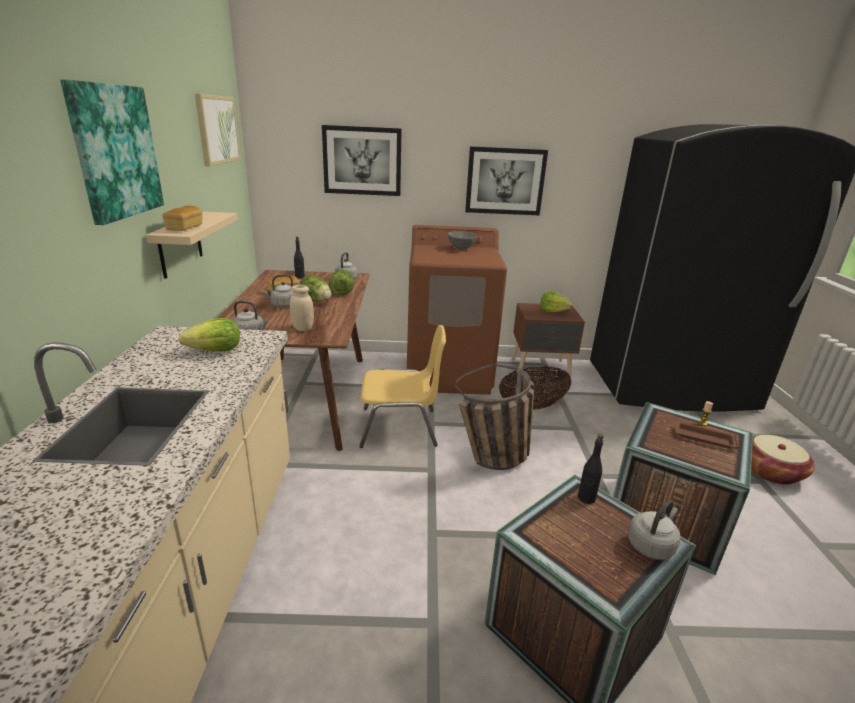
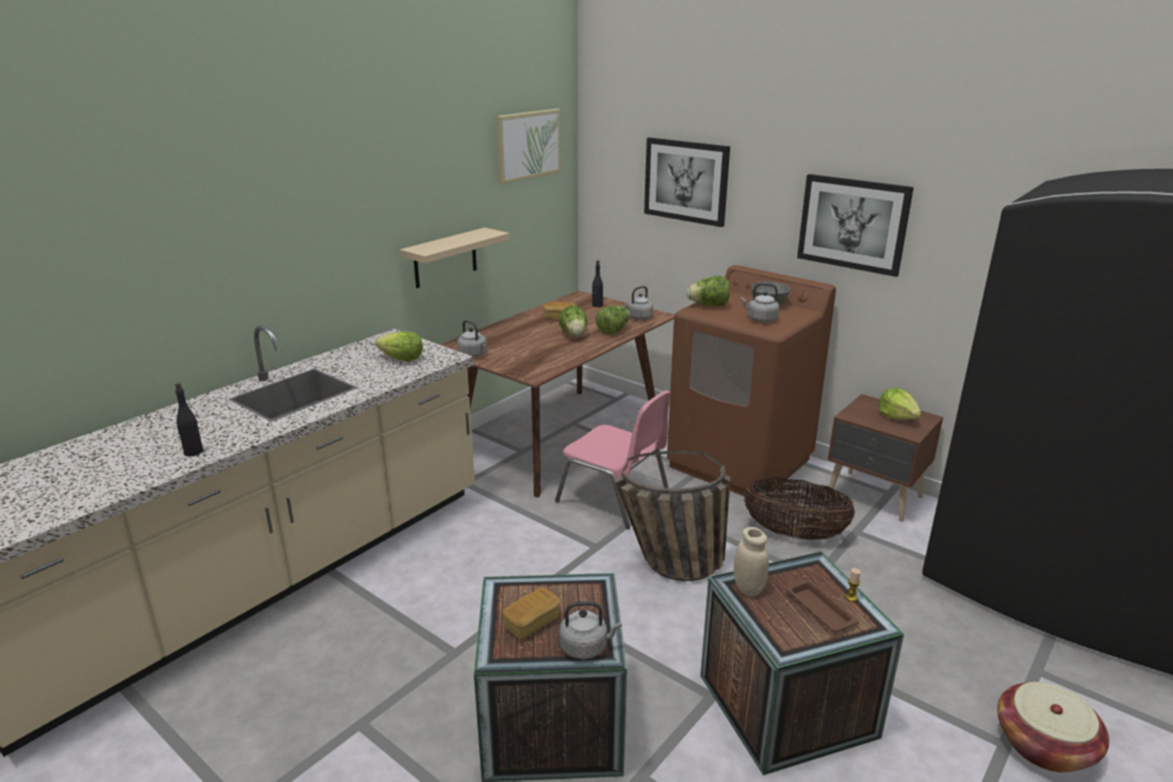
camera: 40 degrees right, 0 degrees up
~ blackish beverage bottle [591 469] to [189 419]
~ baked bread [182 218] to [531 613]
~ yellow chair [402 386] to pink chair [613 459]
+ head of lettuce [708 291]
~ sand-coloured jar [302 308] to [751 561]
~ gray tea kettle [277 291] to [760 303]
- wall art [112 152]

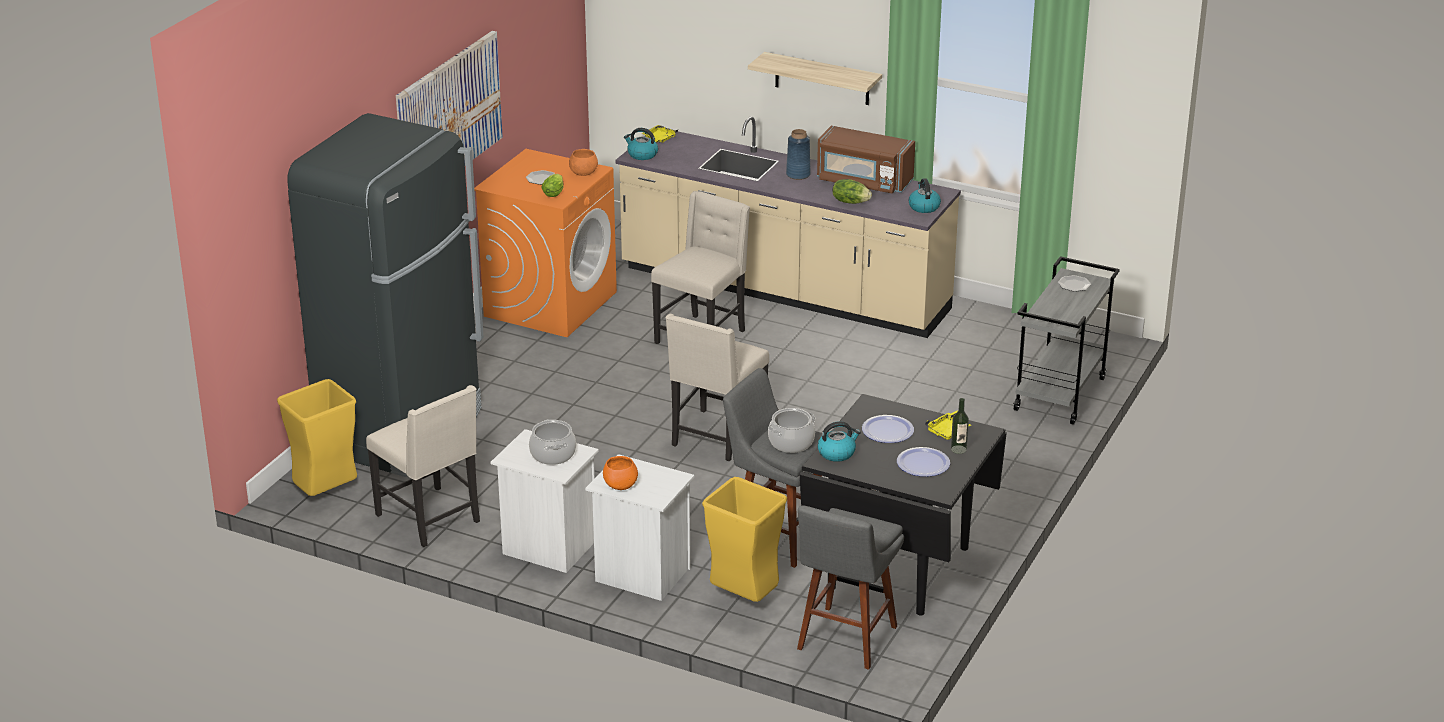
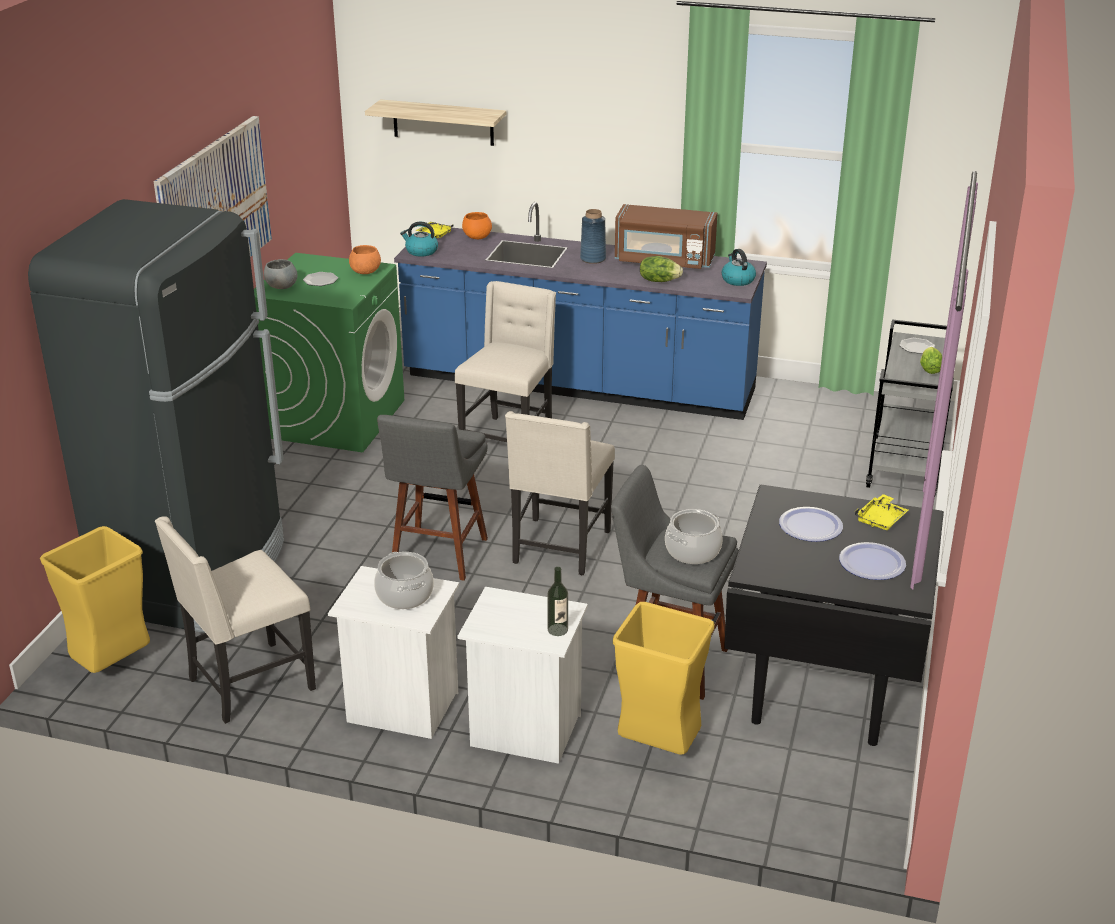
camera: 10 degrees left, 0 degrees up
~ sand-coloured chair [423 466] = [235 620] 105 degrees clockwise
~ orangey laundry appliance [545 243] to greenish laundry appliance [329 352]
+ gray serving bowl [280 274]
~ shelf [815 78] to [435 122]
~ gray stool [850 587] to [432 498]
~ sand-coloured kitchen counter [788 227] to blue kitchen counter [580 311]
~ orangey serving bowl [620 473] to [477 225]
~ beverage bottle [960 426] to [557 601]
~ head of lettuce [552 185] to [931 360]
- tea kettle [839 441]

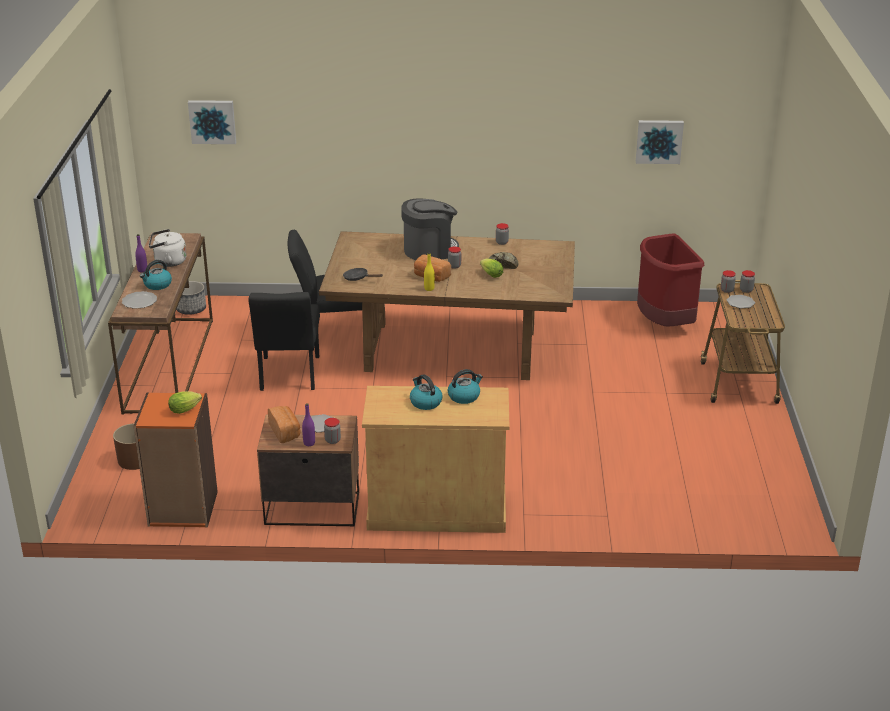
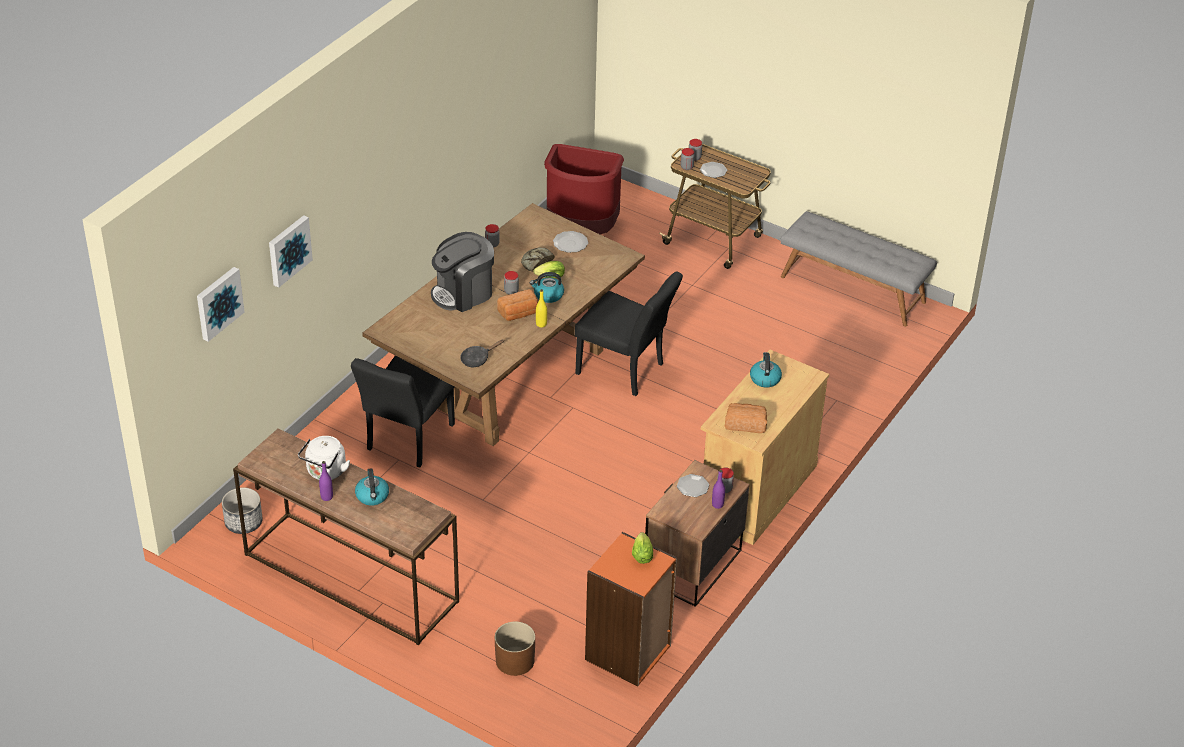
camera: 60 degrees left, 10 degrees up
~ wall art [660 142] to [291 251]
~ coffee machine [430 229] = [462 272] 135 degrees counterclockwise
~ tea kettle [426 392] to [547 287]
~ plate [139 300] to [570 242]
~ blackish chair [284 341] to [628 334]
~ baked bread [284 424] to [745 418]
+ gray indoor bench [858 269]

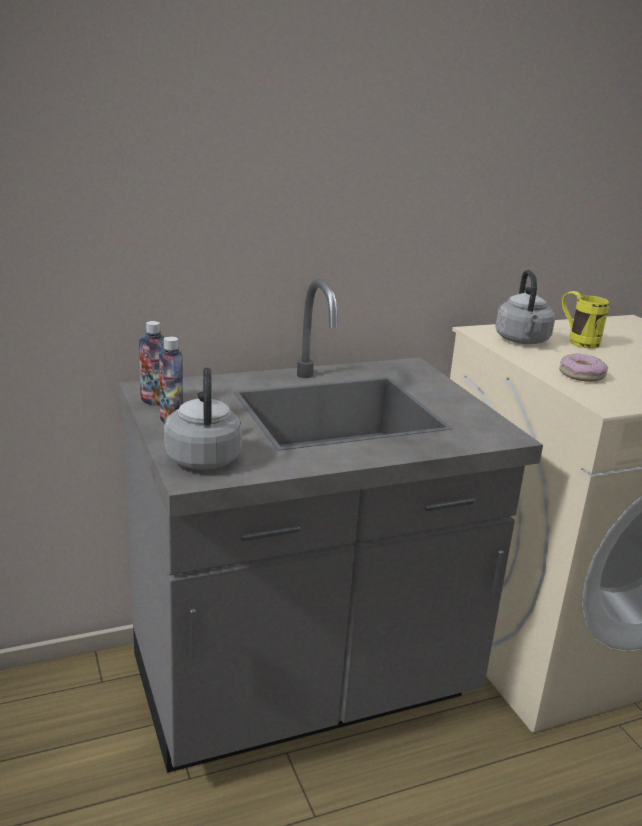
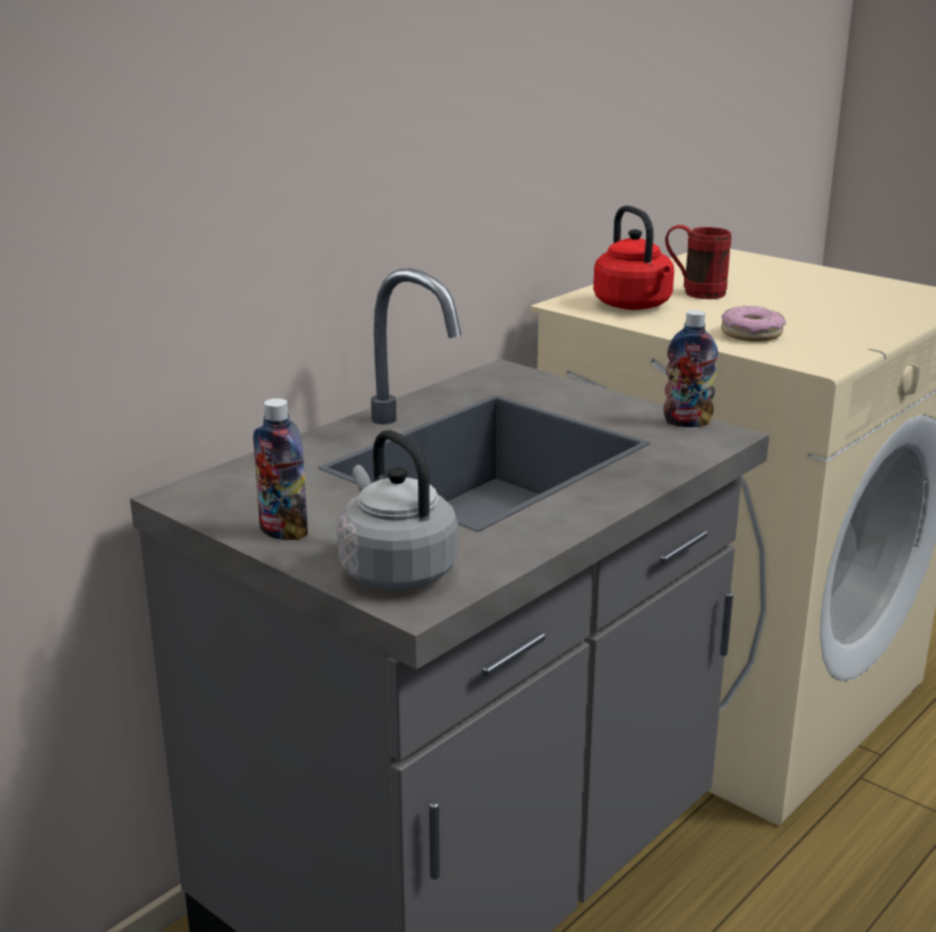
camera: 25 degrees left, 0 degrees up
~ gray tea kettle [525 307] to red tea kettle [633 257]
~ beverage bottle [152 363] to [690 368]
~ yellow coffee mug [585 320] to red coffee mug [698 262]

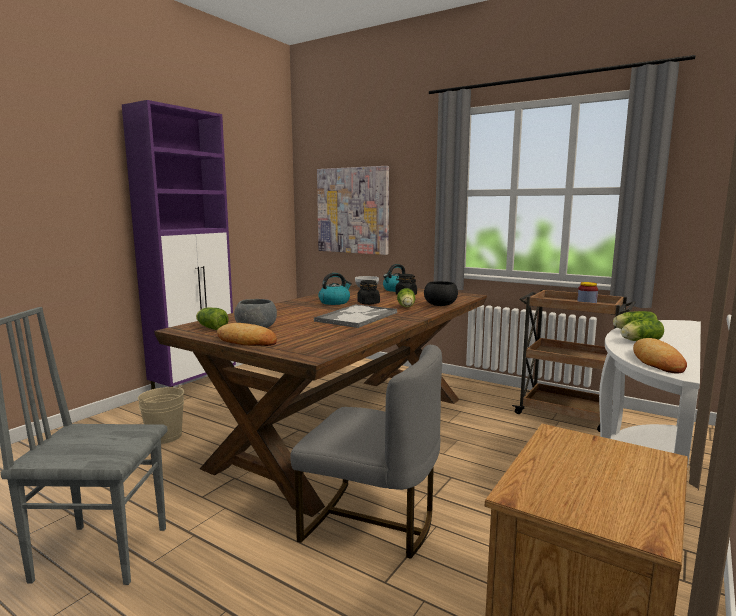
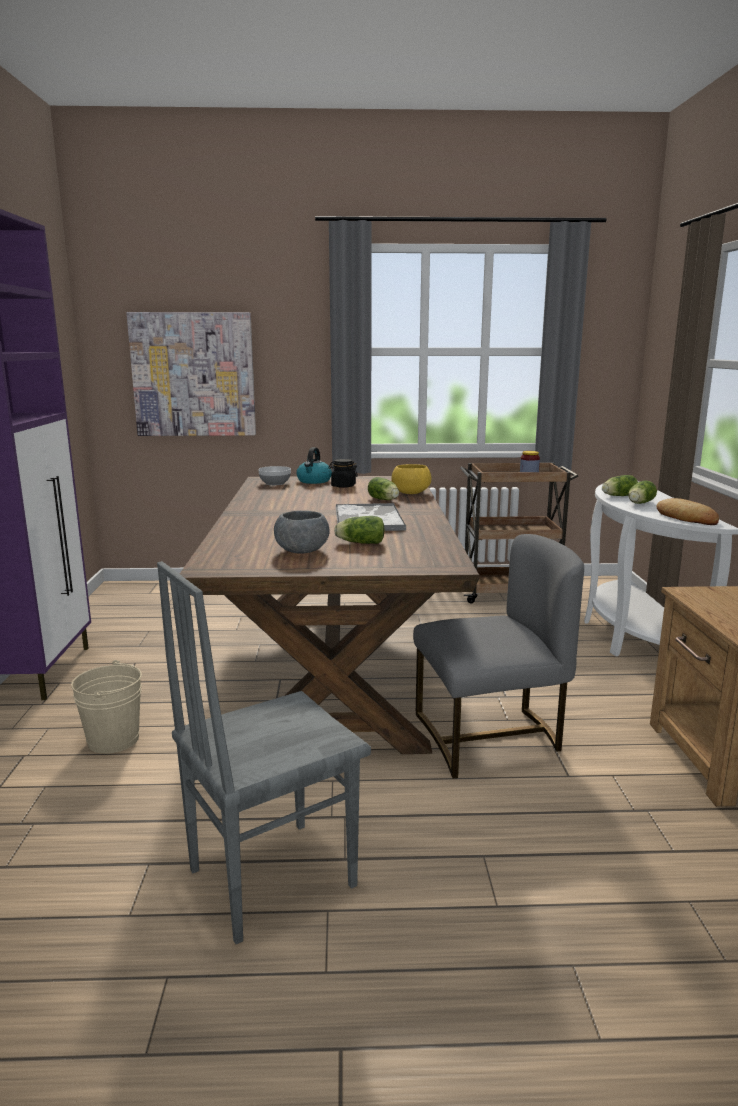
camera: 35 degrees left, 5 degrees up
~ head of lettuce [212 319] to [359 530]
~ blackish serving bowl [441 293] to yellow serving bowl [411 479]
- baked bread [247 334]
- tea kettle [335 289]
- blackish jar [368 292]

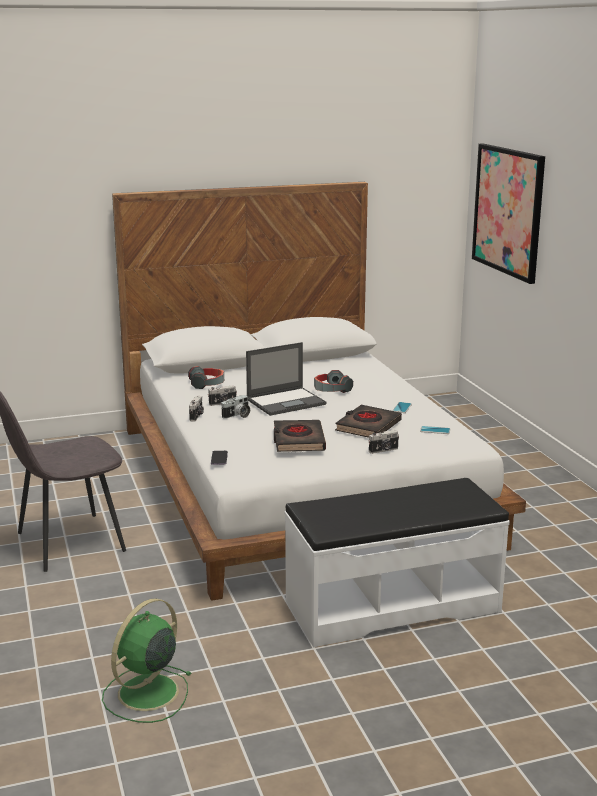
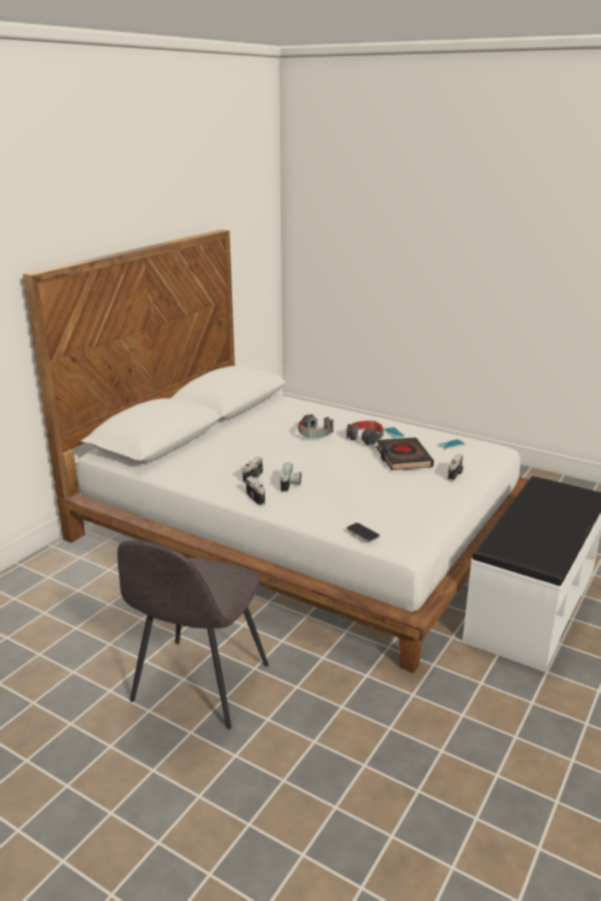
camera: 40 degrees left, 5 degrees up
~ pair of headphones [206 377] to [365 432]
- greenish cooling fan [147 660]
- laptop [286 379]
- blackish book [300 436]
- wall art [508 213]

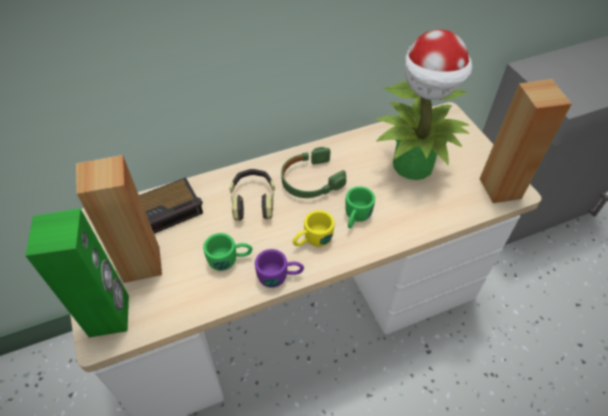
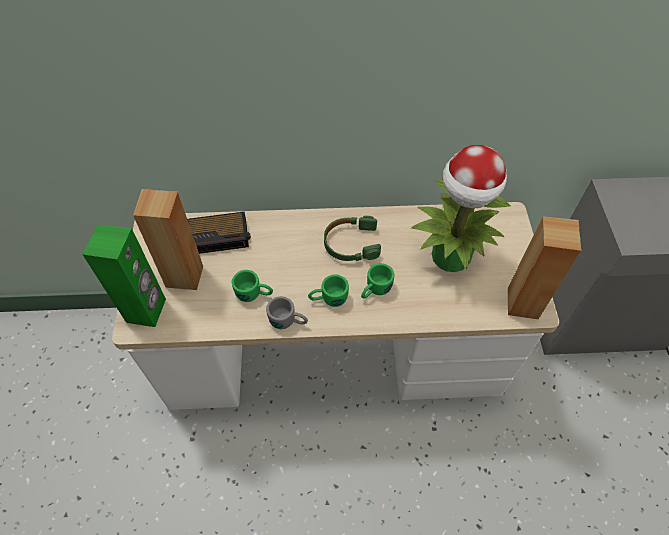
camera: 20 degrees right, 5 degrees up
~ purple-coloured coffee mug [279 268] to gray coffee mug [287 312]
~ yellow coffee mug [313 228] to greenish coffee mug [328 290]
- pair of headphones [252 195]

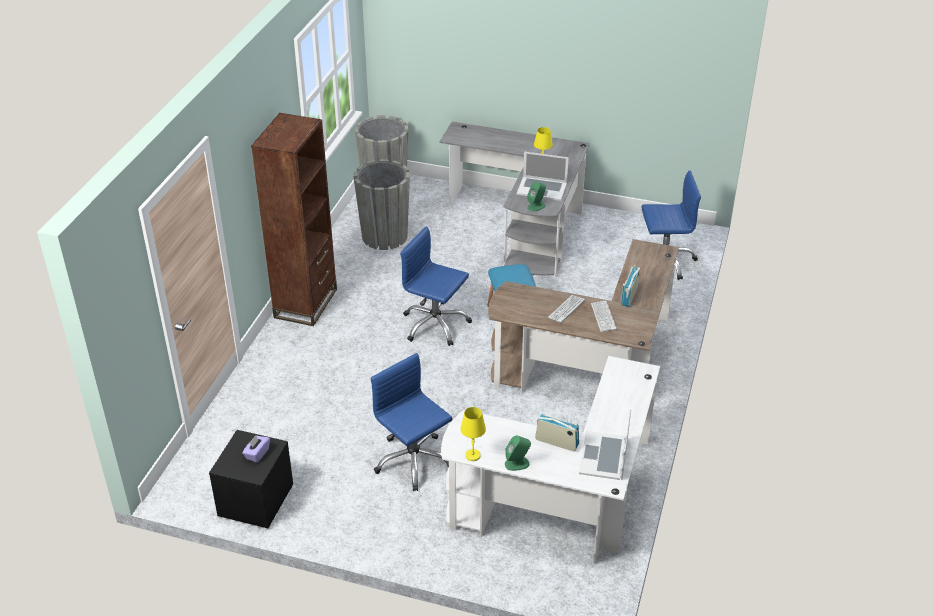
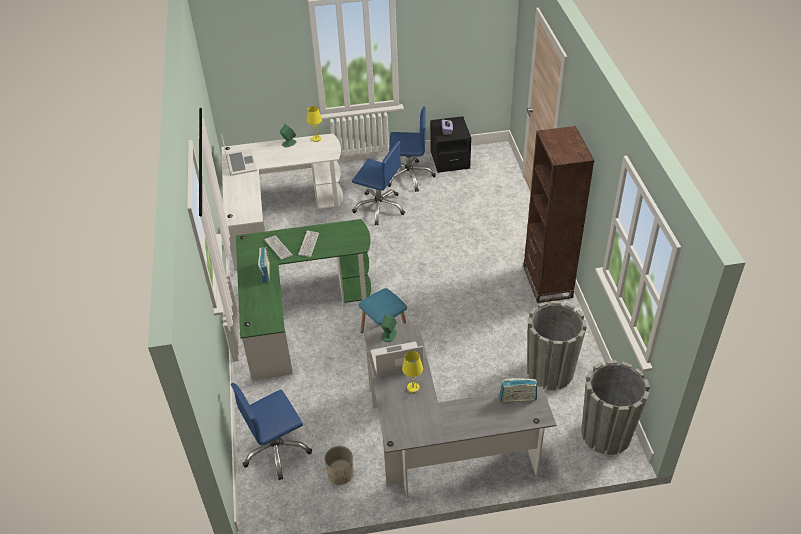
camera: 155 degrees right, 5 degrees up
~ brown-coloured desk [583 316] to greenish desk [303 299]
+ sand-coloured planter [339 465]
~ blue office chair [436 286] to [411 149]
~ radio receiver [557 432] to [518 390]

